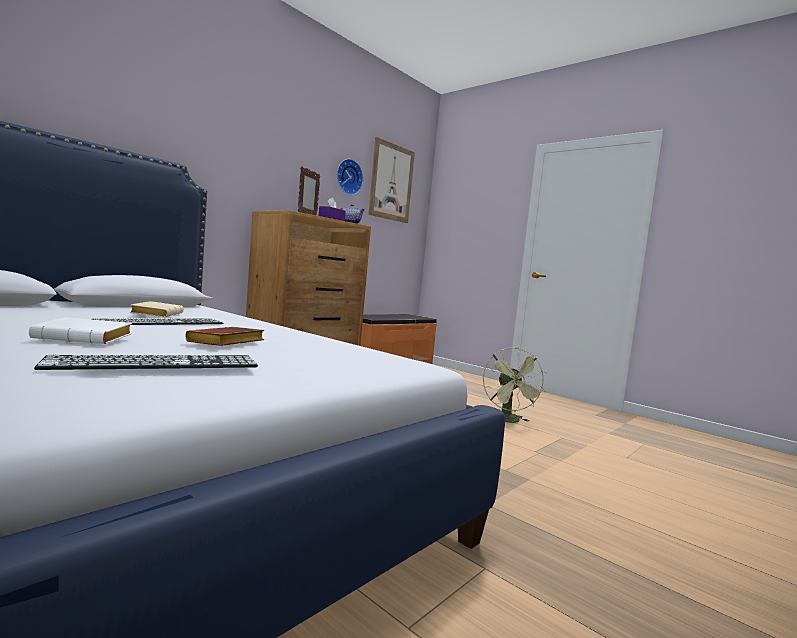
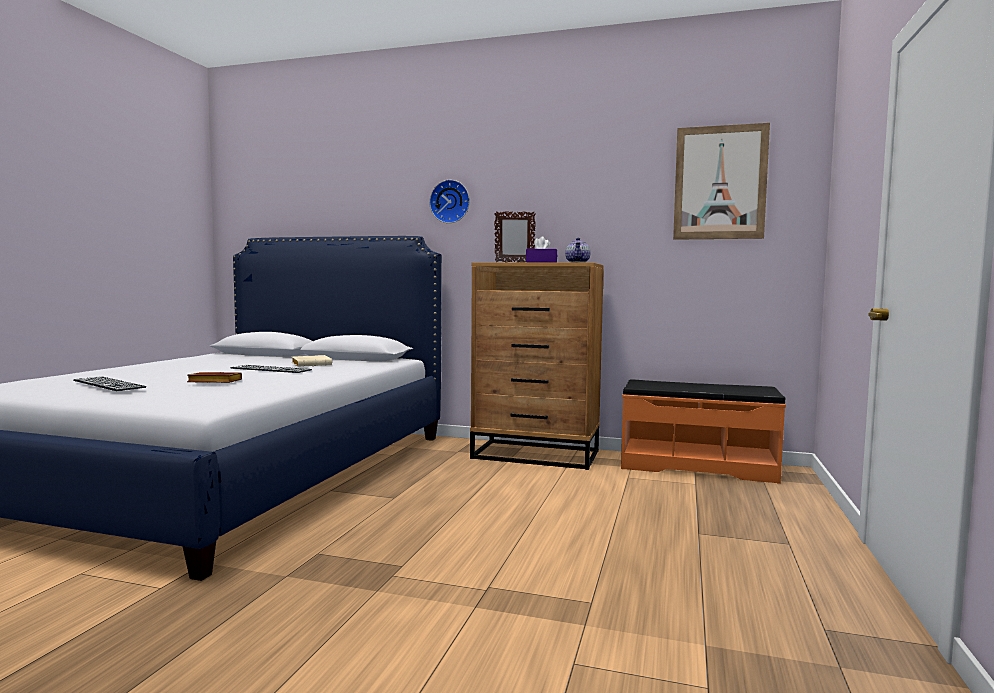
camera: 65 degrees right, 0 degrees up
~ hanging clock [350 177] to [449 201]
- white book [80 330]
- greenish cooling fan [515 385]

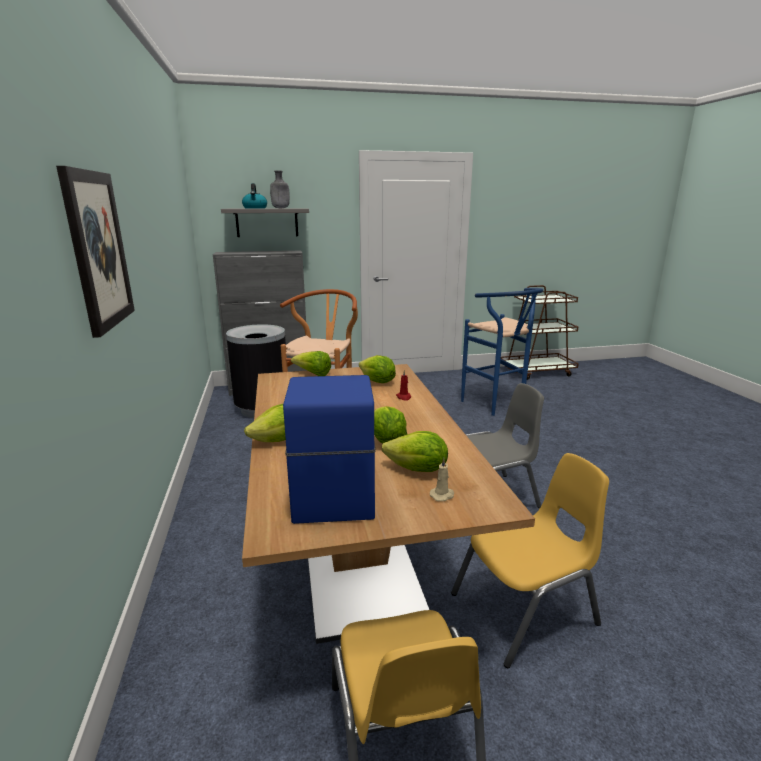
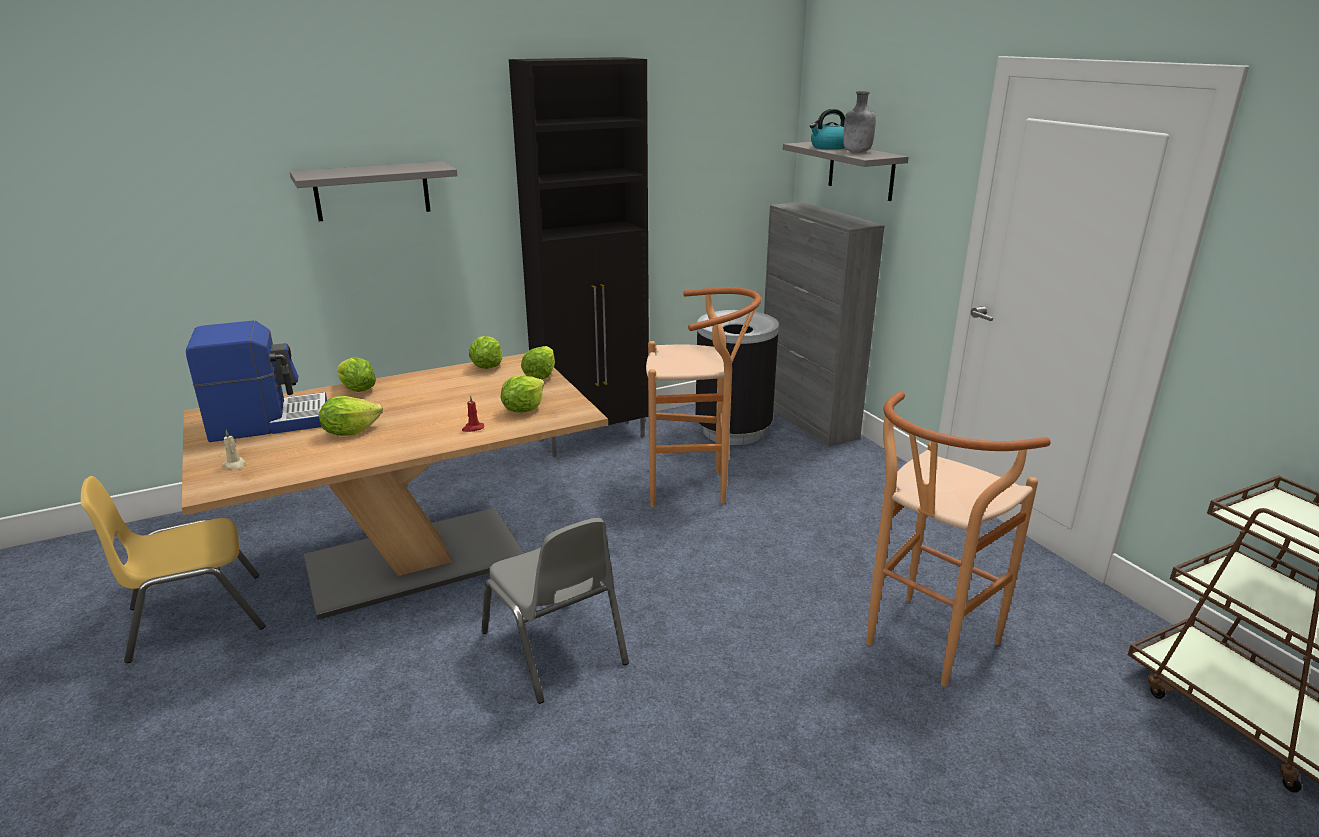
camera: 75 degrees right, 5 degrees up
~ wall art [95 252] to gray shelf [374 191]
~ head of lettuce [415 451] to [485 352]
+ blackish cupboard [579 257]
~ blue stool [502 352] to brown-coloured stool [958 539]
- yellow chair [530 560]

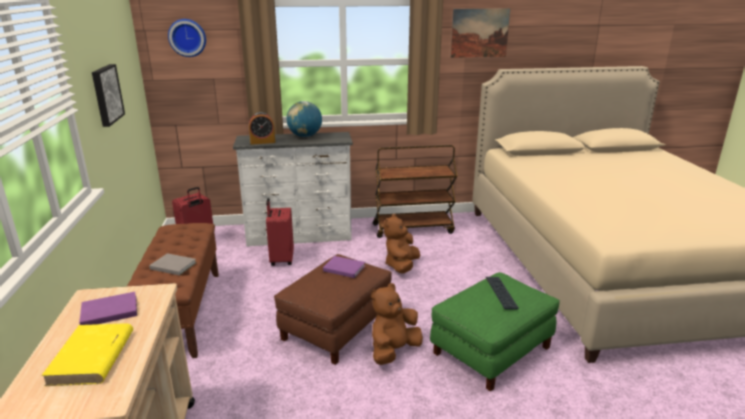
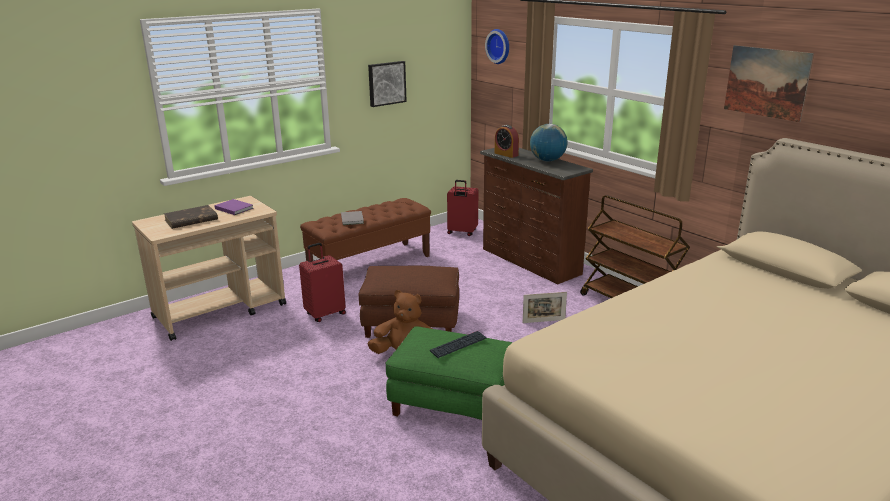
camera: 60 degrees right, 0 degrees up
~ yellow book [87 354] to brown-coloured book [191 217]
~ red suitcase [280 232] to [322 282]
~ white dresser [293 189] to brown-coloured dresser [536 216]
~ brown-coloured soft toy [402 243] to picture frame [544 307]
- purple-coloured book [344 267]

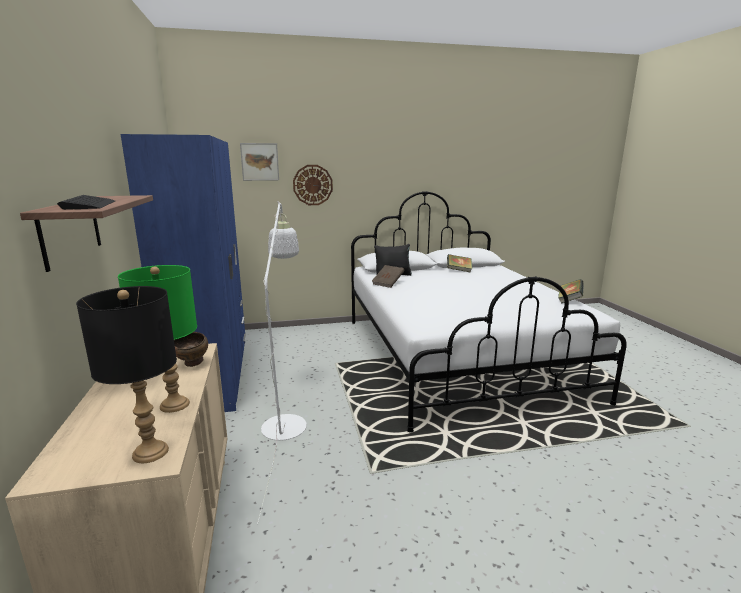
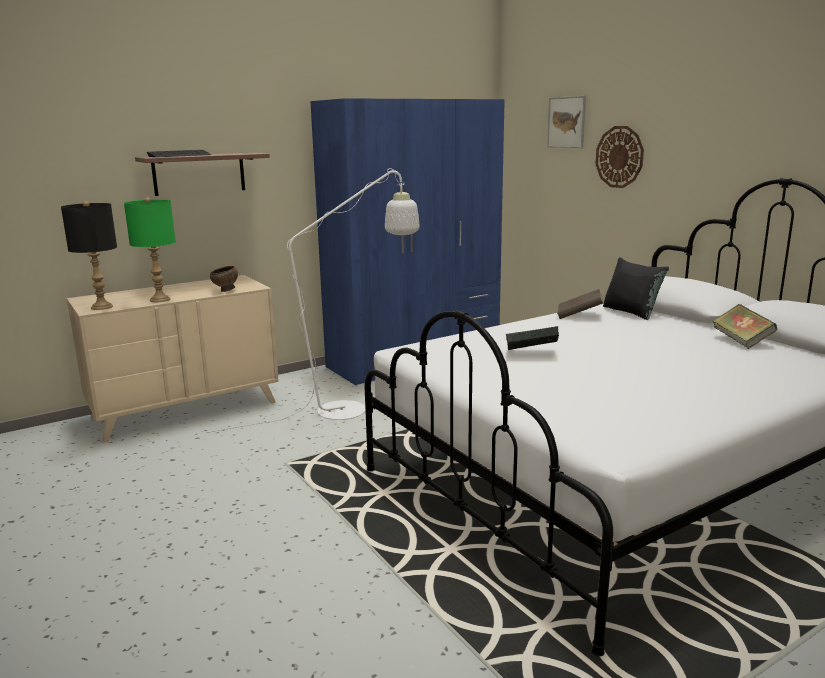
camera: 70 degrees right, 0 degrees up
~ book [571 291] to [532 338]

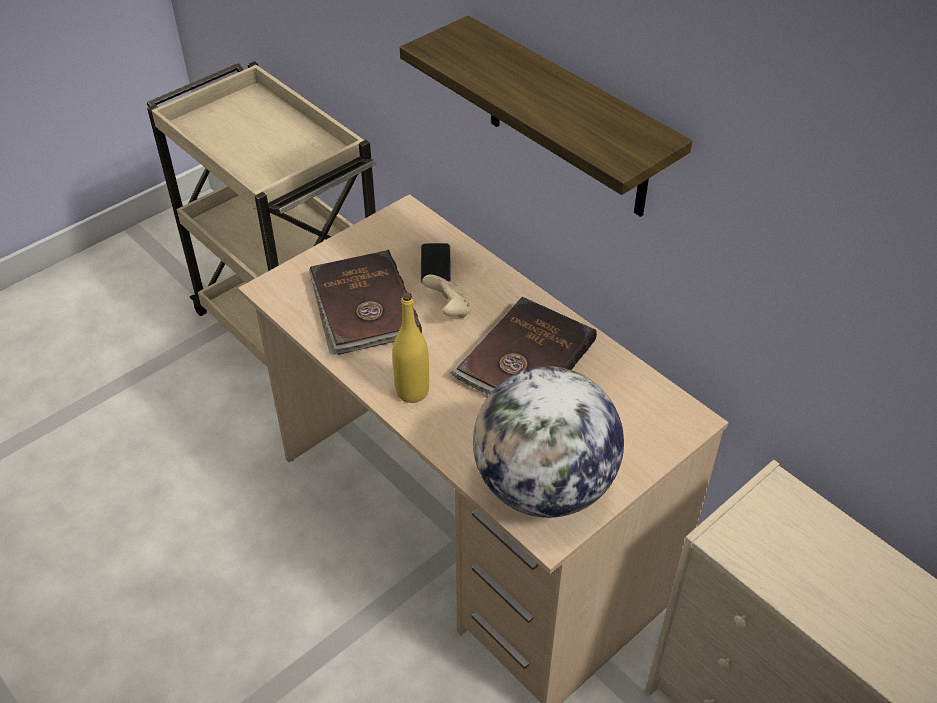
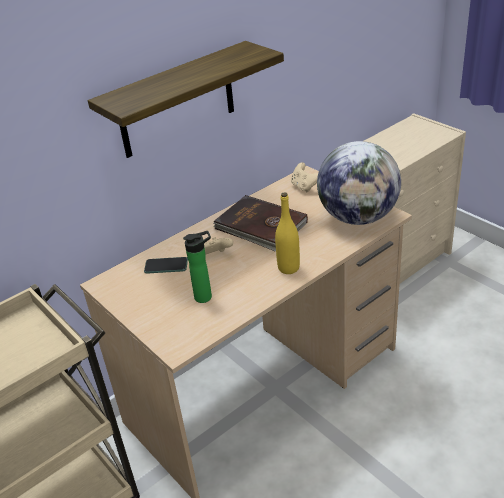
camera: 85 degrees left, 10 degrees down
~ brown-coloured book [365 302] to beverage bottle [197 267]
+ sand-coloured joypad [304 177]

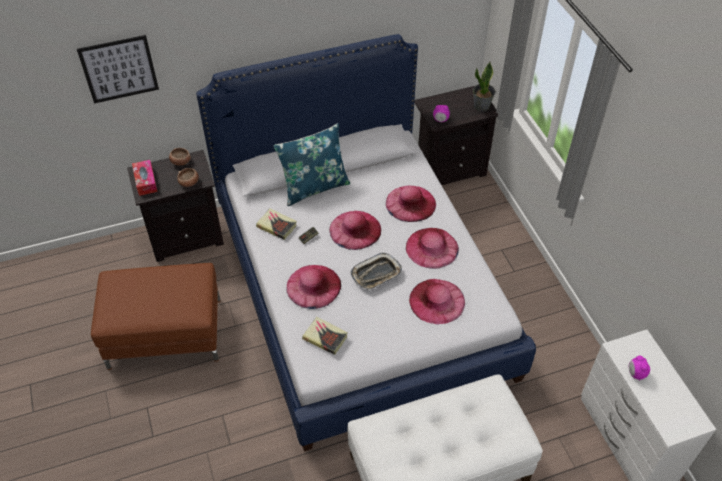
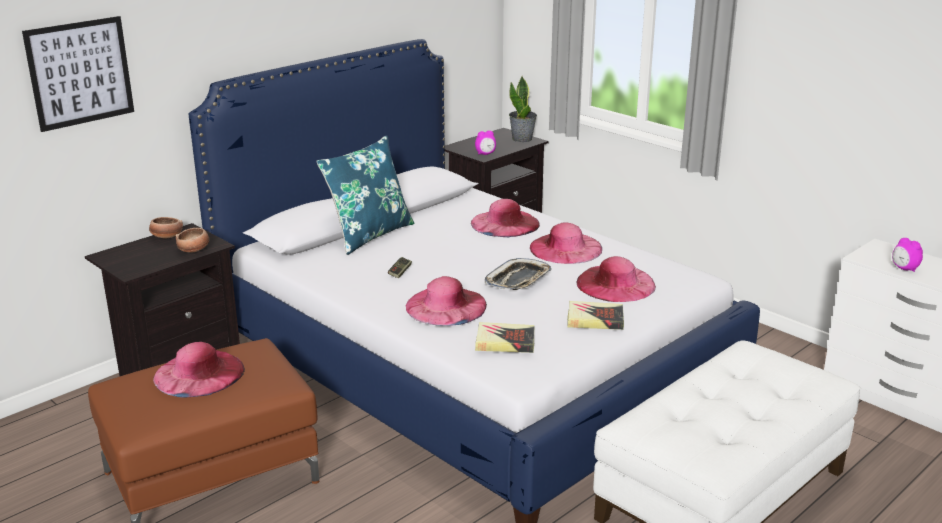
camera: 25 degrees left, 25 degrees down
~ pink clothing hat [355 230] to [199 370]
~ book [276 224] to [595 315]
- tissue box [144 178]

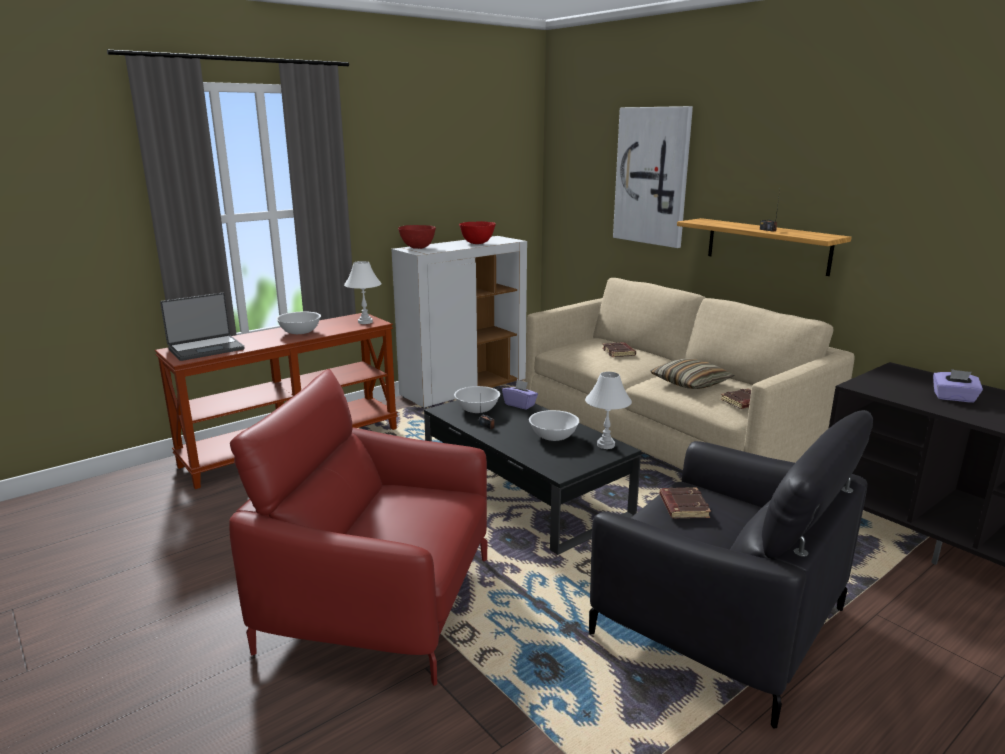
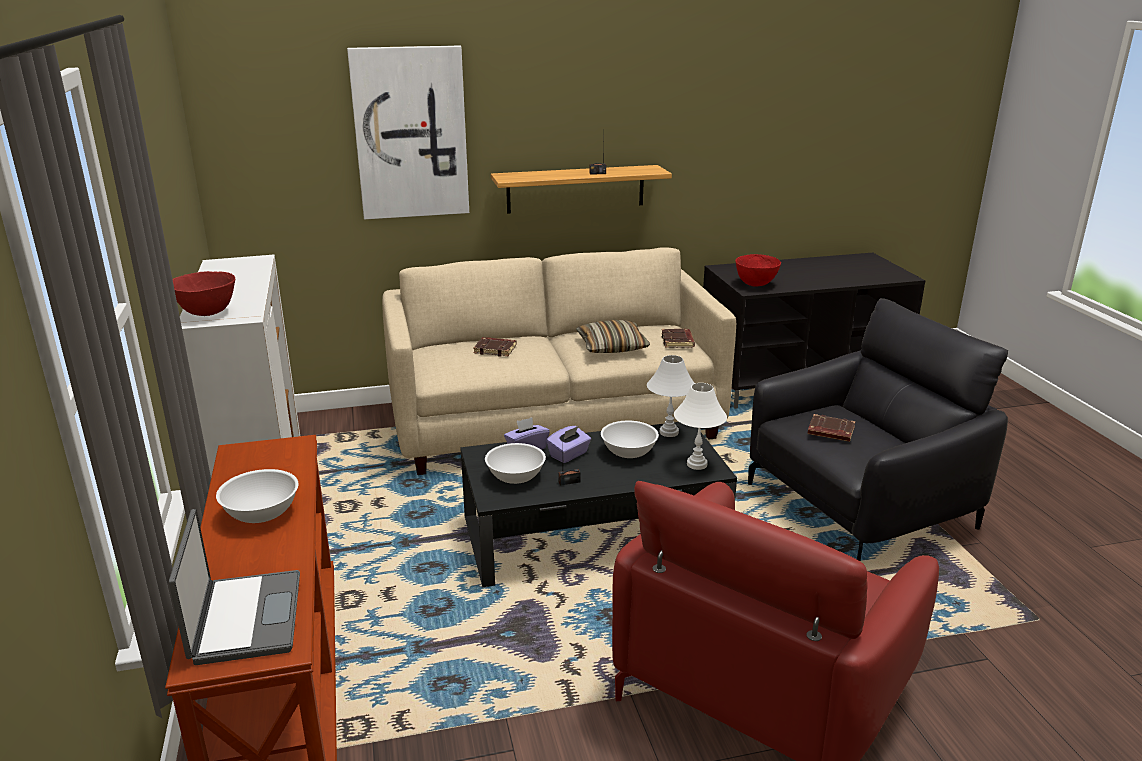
camera: 65 degrees left, 5 degrees up
~ purple-coloured tissue box [958 386] to [568 444]
~ white lamp for a table [363 292] to [700 426]
~ red serving bowl [477 232] to [758 270]

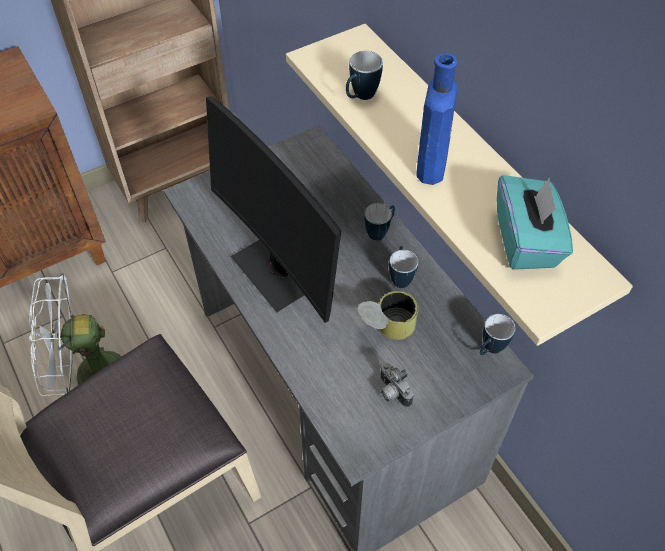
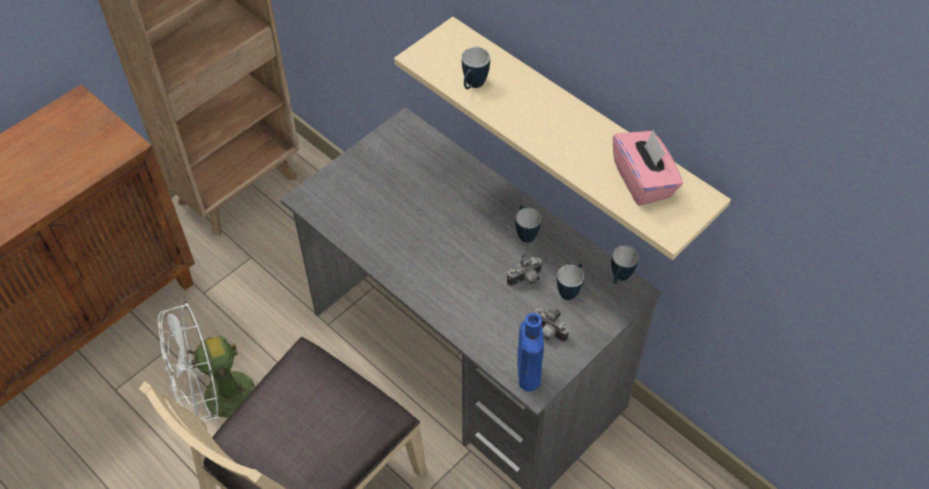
camera: 15 degrees left, 0 degrees up
~ sealed can [388 315] to still camera [525 269]
~ blue beverage bottle [437 119] to [530 352]
~ coffee mug [379 222] to [570 281]
~ turquoise tissue box [535 222] to pink tissue box [648 168]
- monitor [274 209]

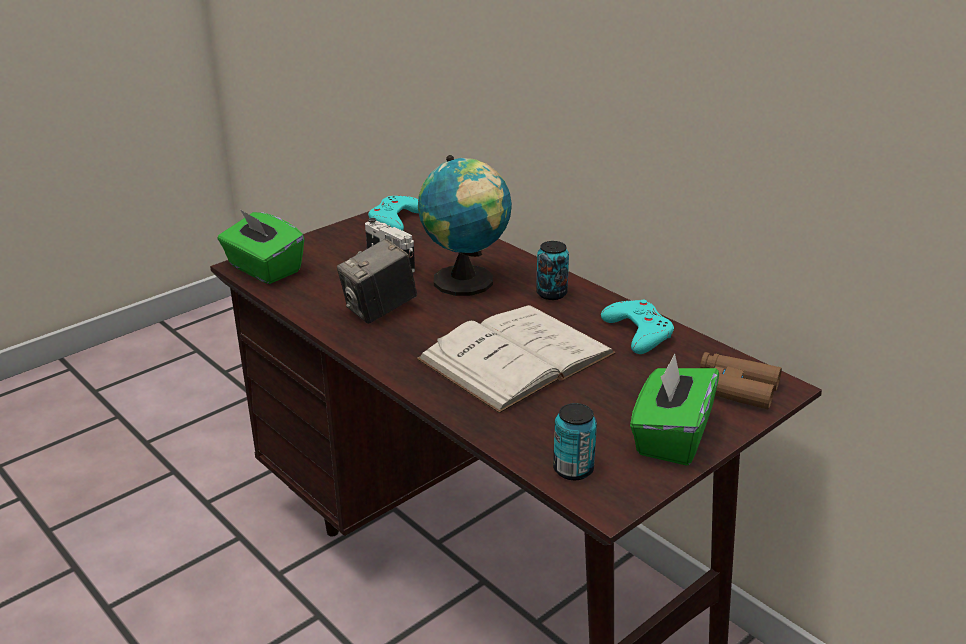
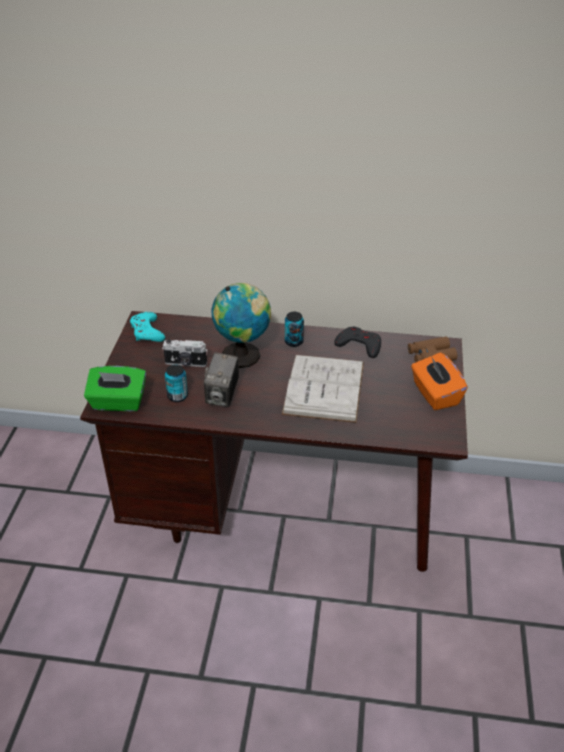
camera: 40 degrees left, 10 degrees up
~ sealed can [575 441] to [176 383]
~ turquoise joypad [637 326] to blackish joypad [357 342]
~ greenish tissue box [674 409] to orangey tissue box [439 381]

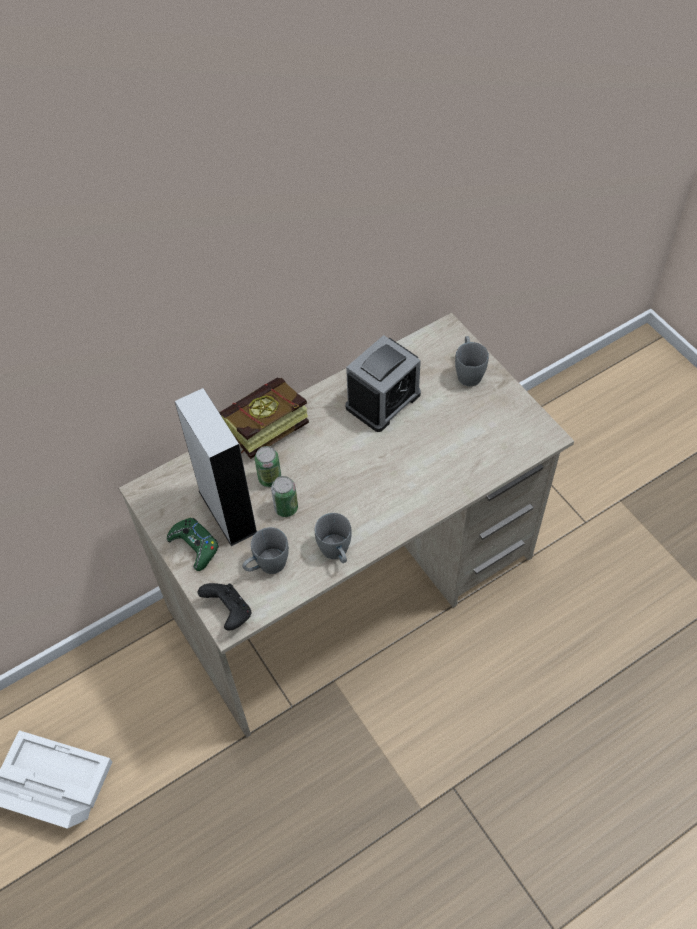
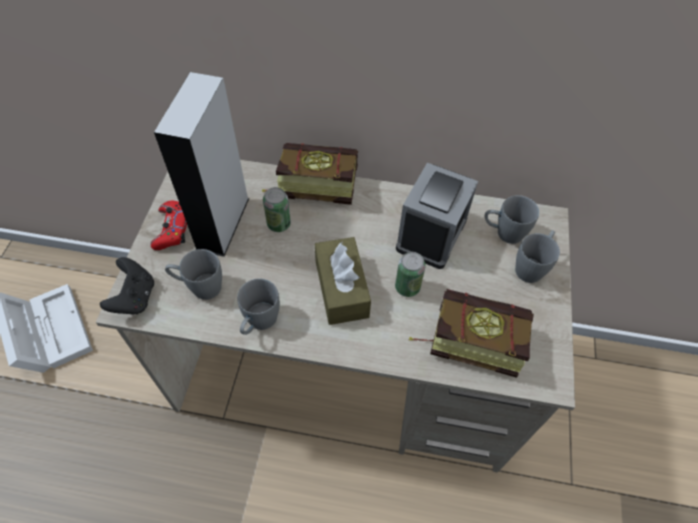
camera: 40 degrees right, 0 degrees up
~ greenish joypad [193 544] to red joypad [169 225]
+ brown-coloured tissue box [343 281]
~ sealed can [284 496] to [410 274]
~ bedside clock [383 383] = [437 216] 60 degrees counterclockwise
+ book [471 333]
+ gray coffee mug [512 219]

